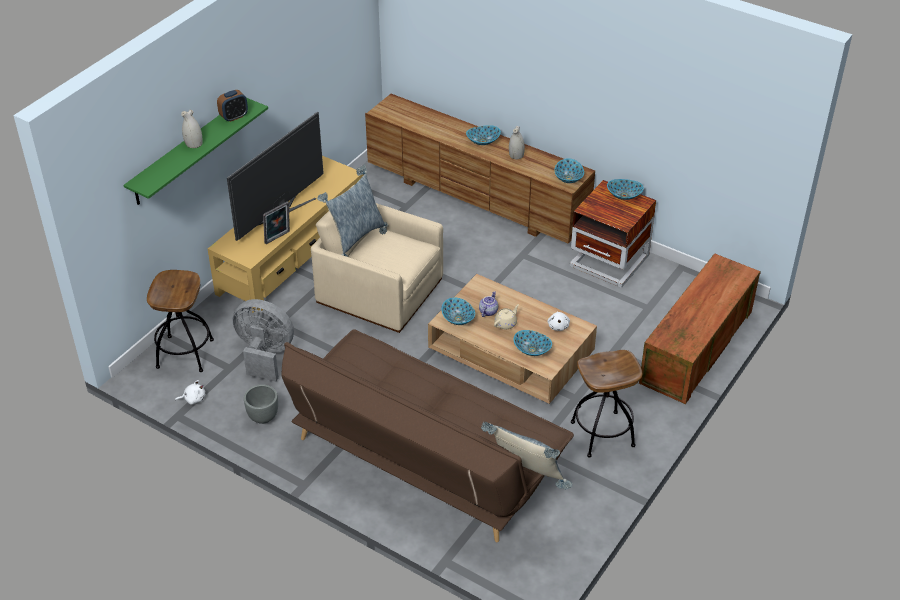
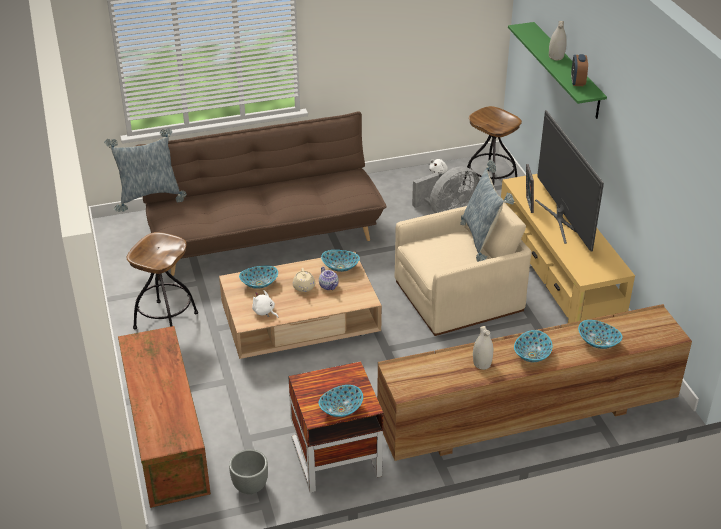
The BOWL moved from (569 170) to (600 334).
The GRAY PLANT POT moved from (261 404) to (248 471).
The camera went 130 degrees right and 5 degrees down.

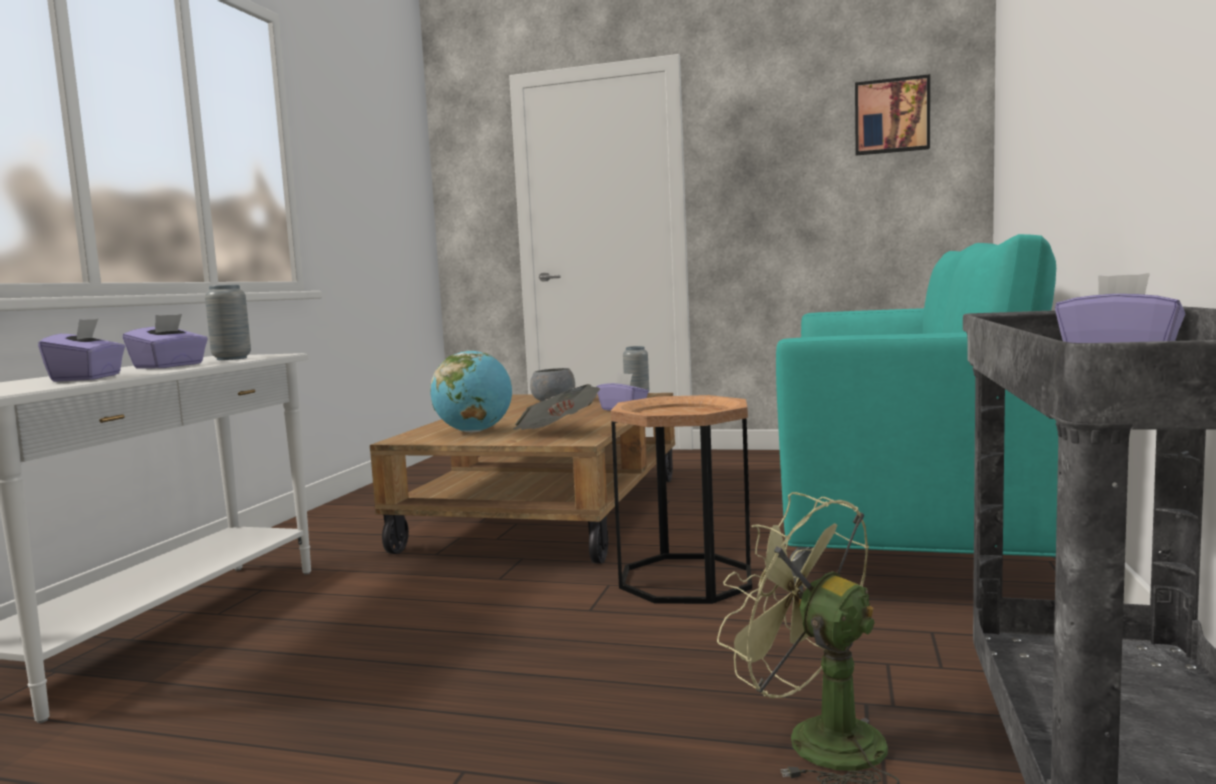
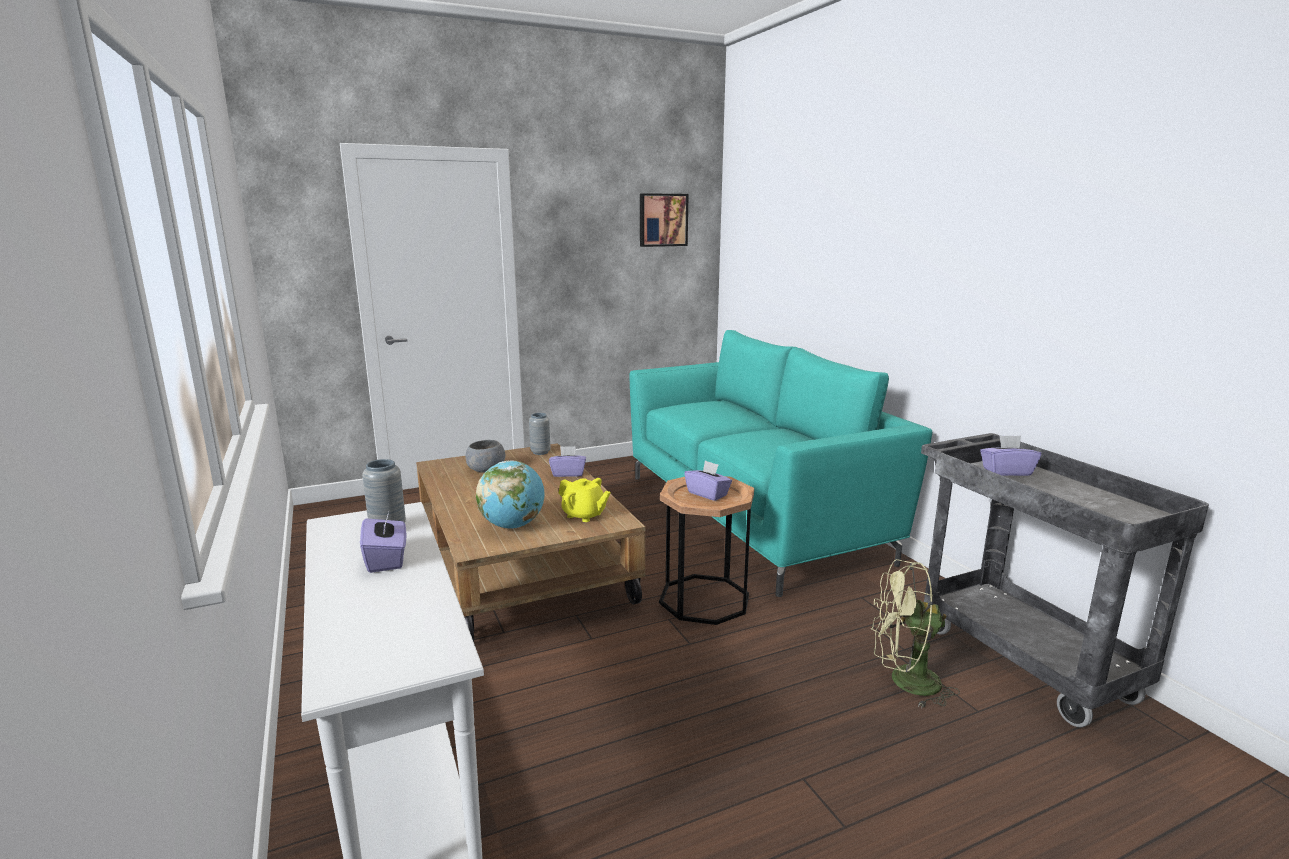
The PURPLE BOX OF TISSUES moved from (81 350) to (708 480).
The PRINTED PAPER at (556 407) was replaced by the YELLOWISH TEA POT at (585 500).
The camera went 40 degrees left and 10 degrees up.

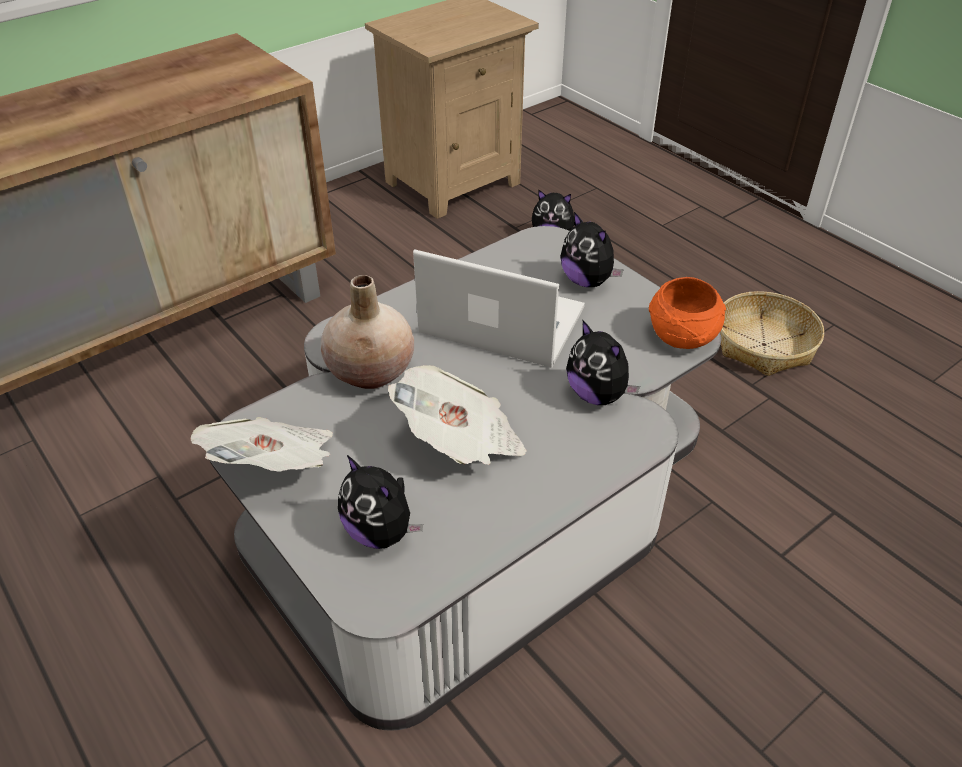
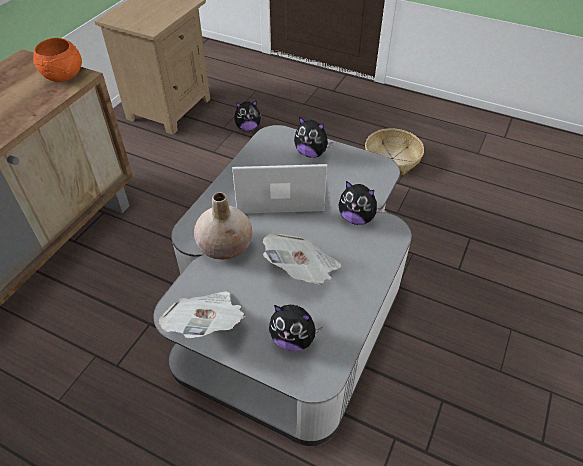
The ORANGE-COLOURED BOWL moved from (687 313) to (57 60).
The camera went 25 degrees left and 5 degrees up.

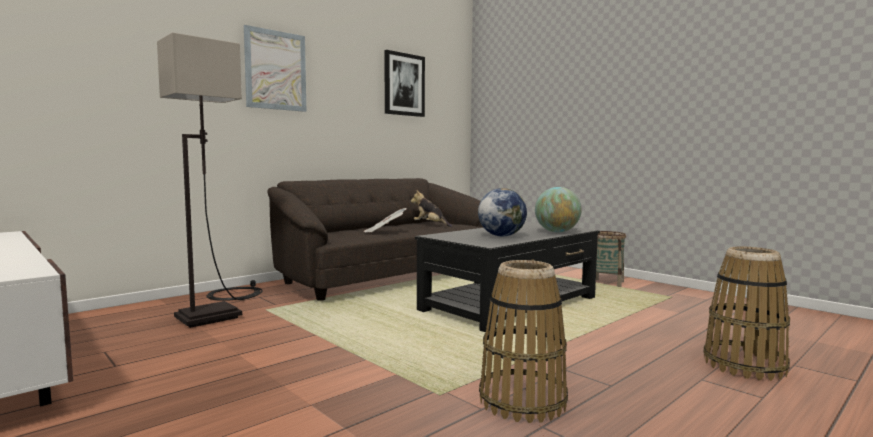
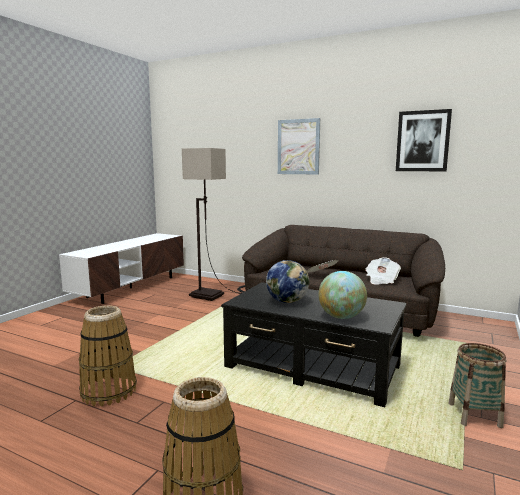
The CUDDLY TOY at (431 209) was replaced by the PRINTED PAPER at (383 271).
The camera went 70 degrees right and 5 degrees up.

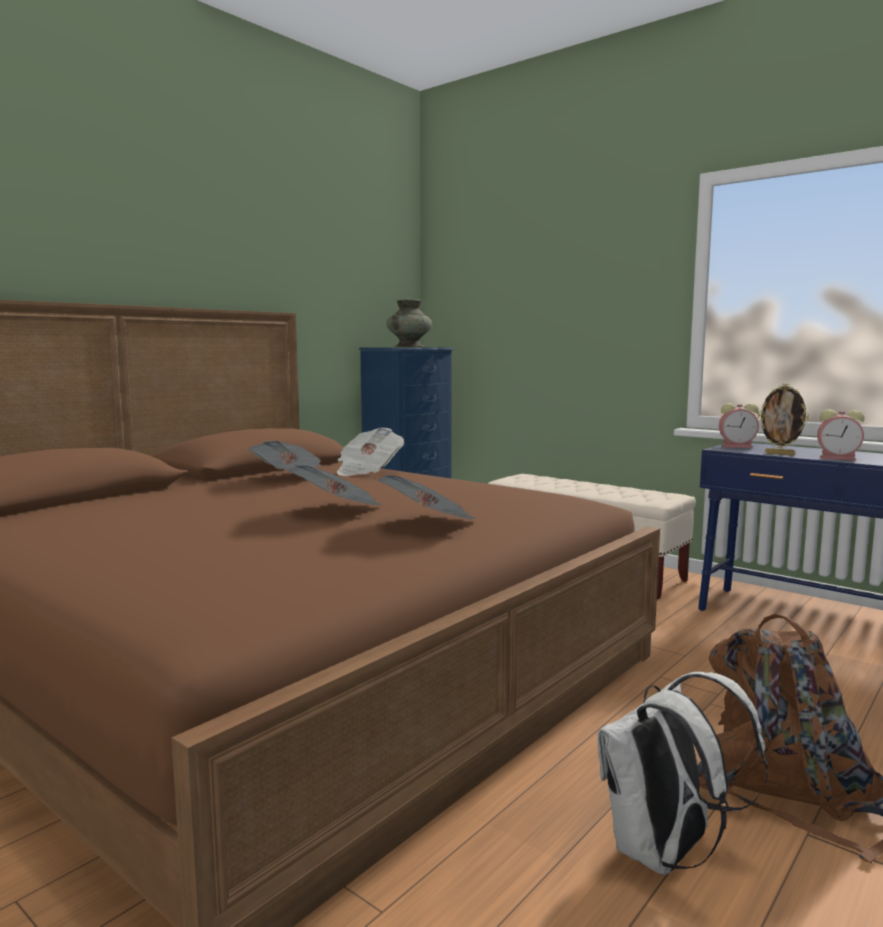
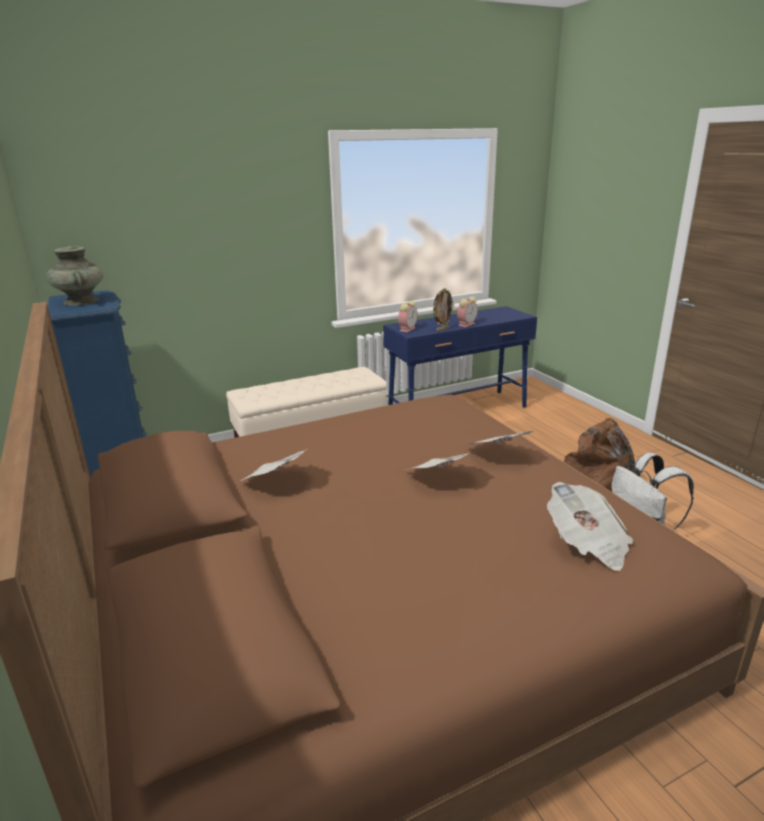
The PRINTED PAPER moved from (370 452) to (590 526).
The camera went 65 degrees left and 15 degrees up.

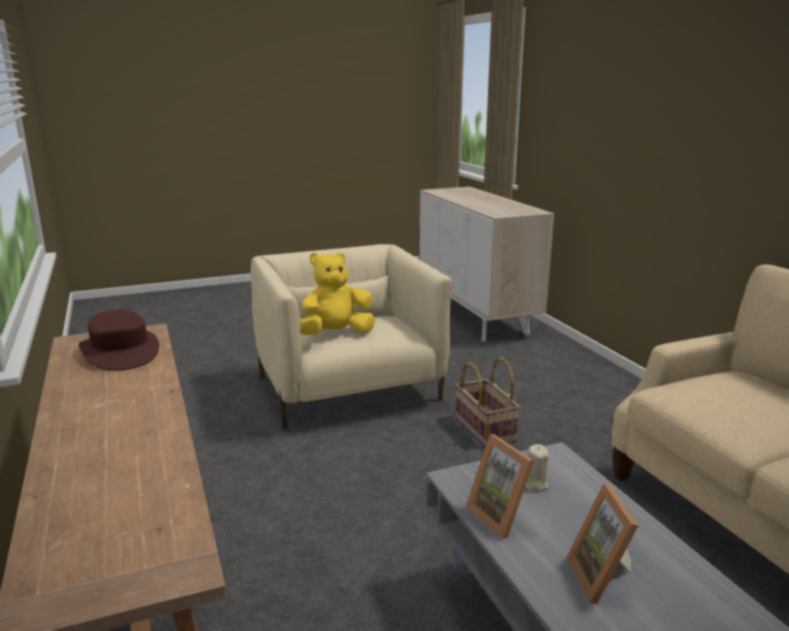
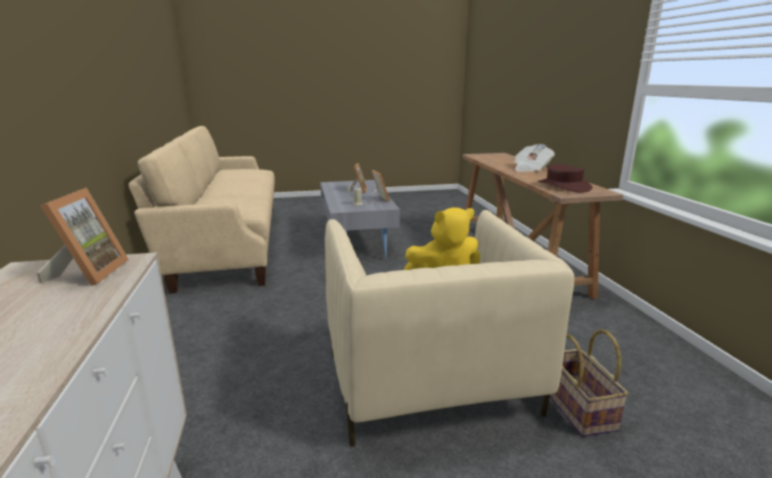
The BASKET moved from (487 402) to (589 383).
The PRINTED PAPER at (534 158) appeared.
The STANDING FRAME at (83 237) appeared.
The camera went 170 degrees left and 0 degrees up.

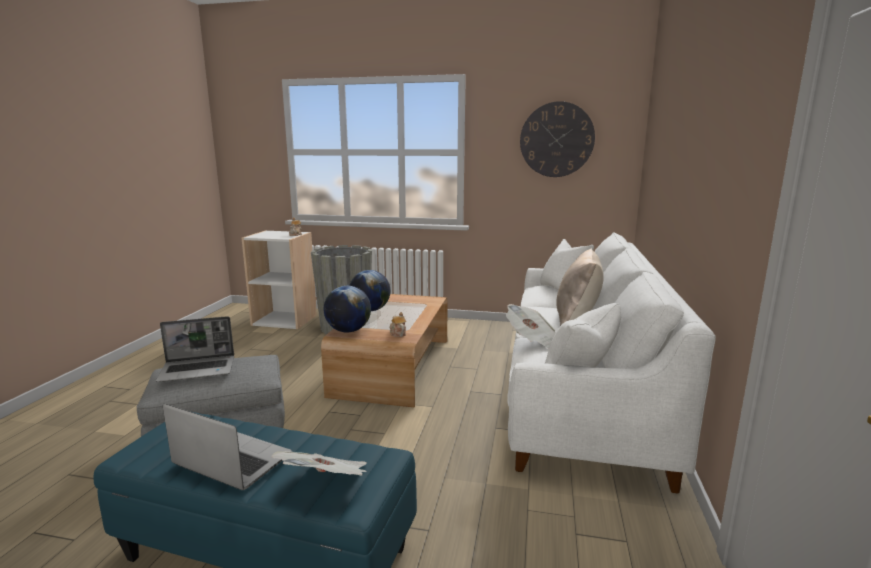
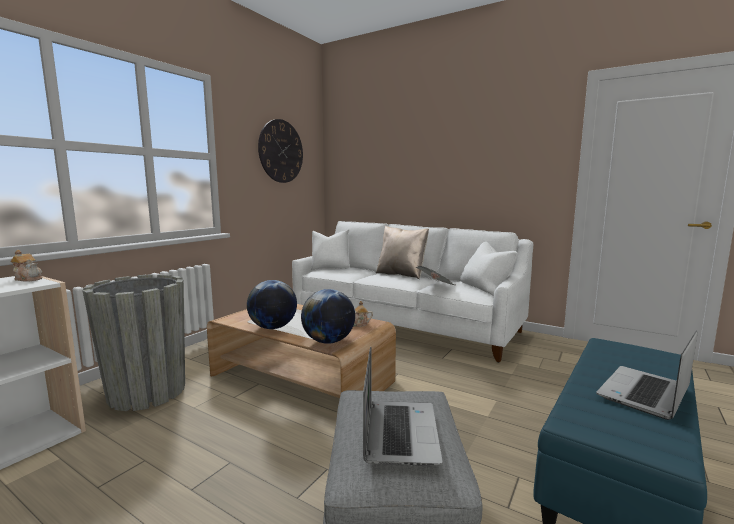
The PRINTED PAPER at (319 463) disappeared.
The camera went 70 degrees left and 5 degrees down.

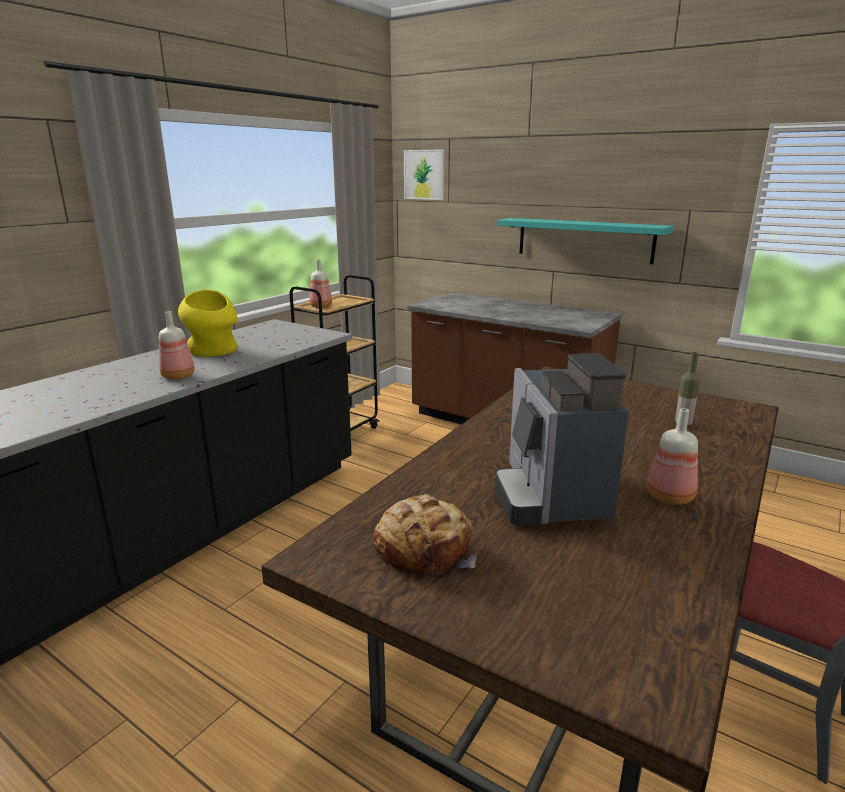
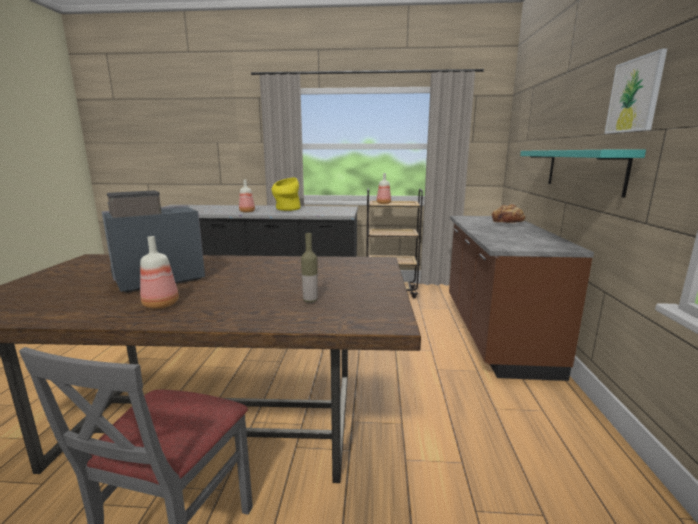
The WALL ART moved from (424 174) to (636 91).
The BAKERY BREAD moved from (425 535) to (508 213).
The camera went 60 degrees right and 5 degrees down.

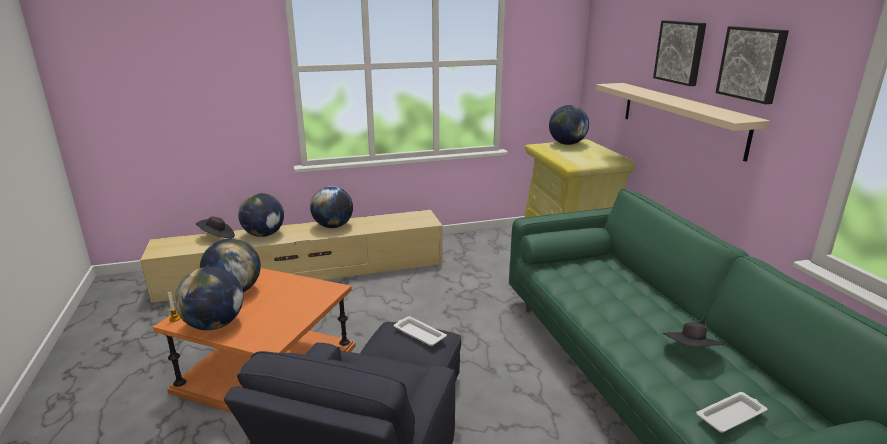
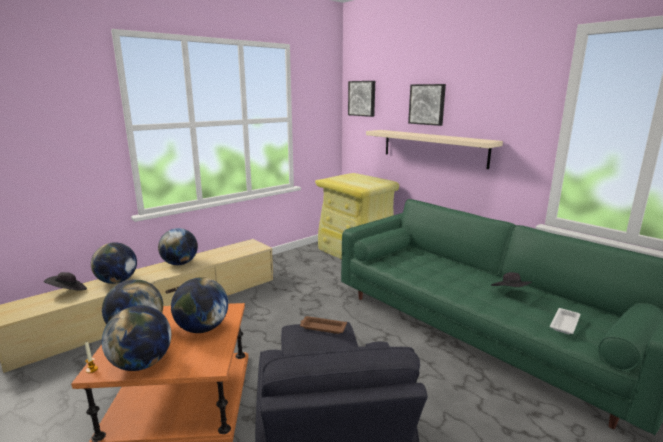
The WALL ART moved from (752 65) to (361 99).
The DESK GLOBE moved from (569 125) to (199 305).
The WHITISH TRAY at (420 331) became the BROWN-COLOURED TRAY at (323 325).
The camera went 25 degrees left and 5 degrees down.

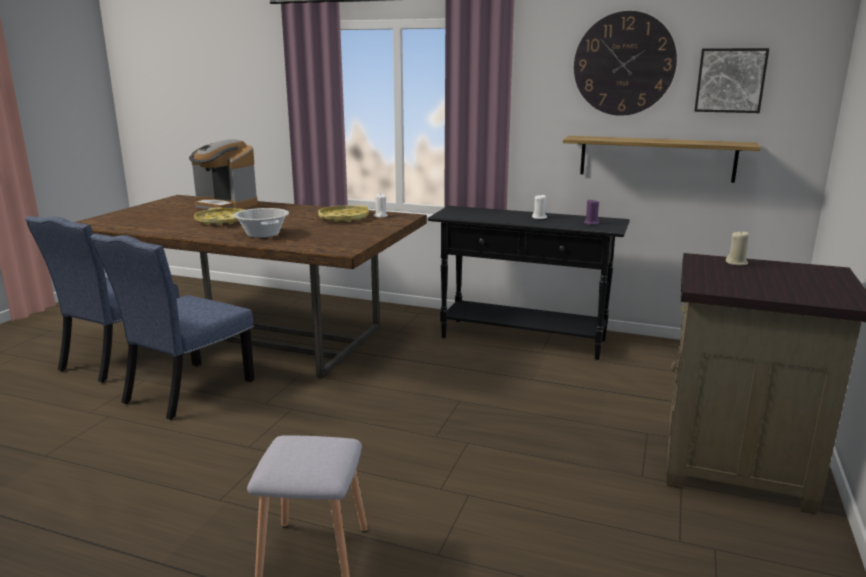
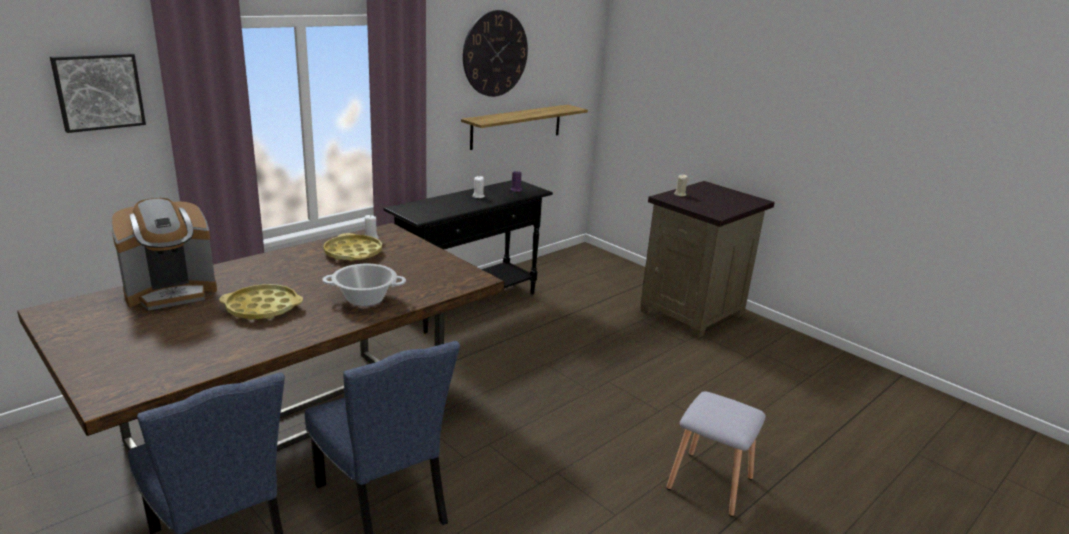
The WALL ART moved from (731 80) to (98 93).
The camera went 65 degrees left and 5 degrees up.

